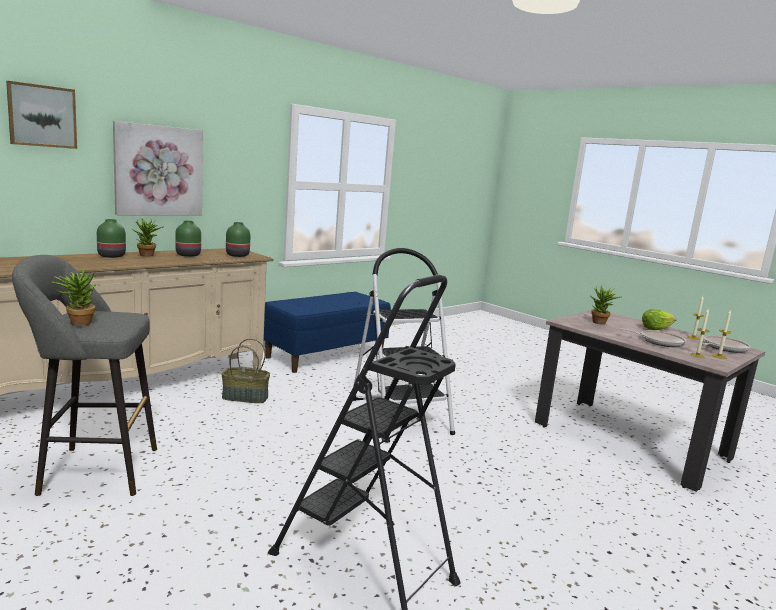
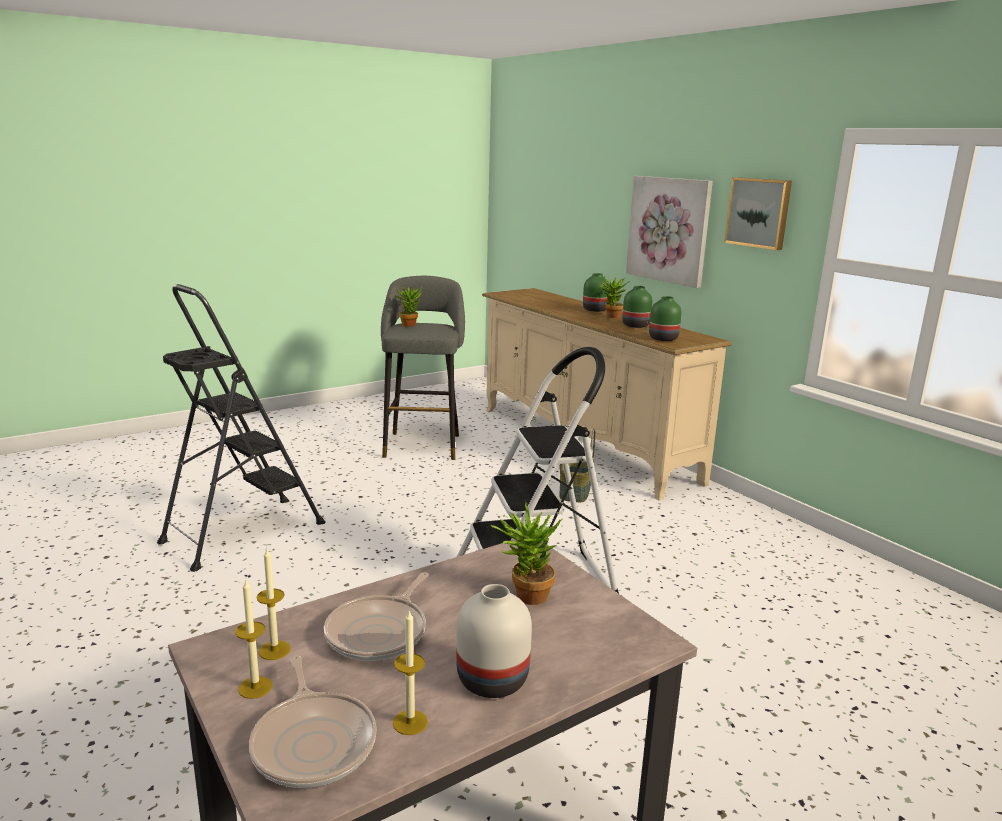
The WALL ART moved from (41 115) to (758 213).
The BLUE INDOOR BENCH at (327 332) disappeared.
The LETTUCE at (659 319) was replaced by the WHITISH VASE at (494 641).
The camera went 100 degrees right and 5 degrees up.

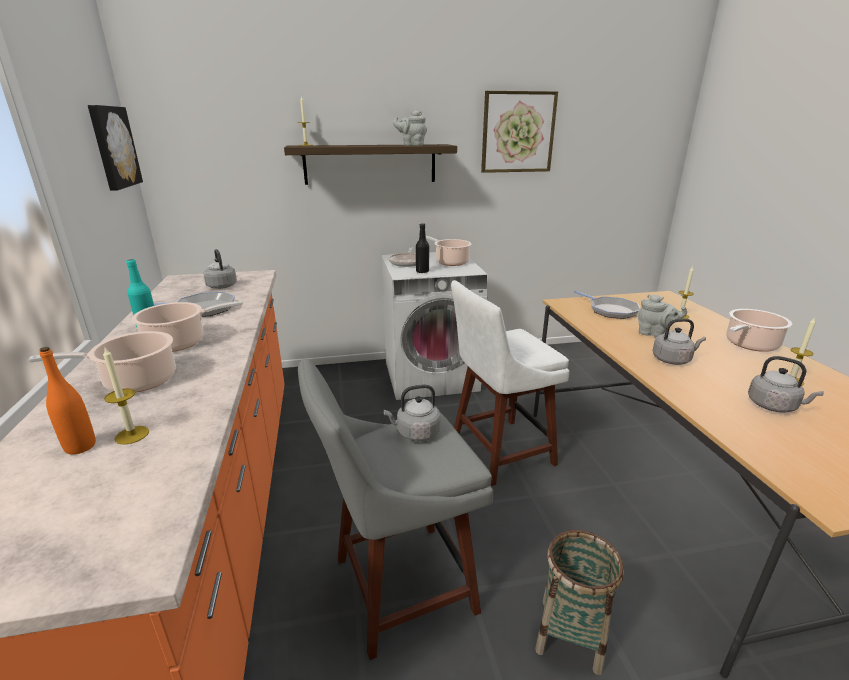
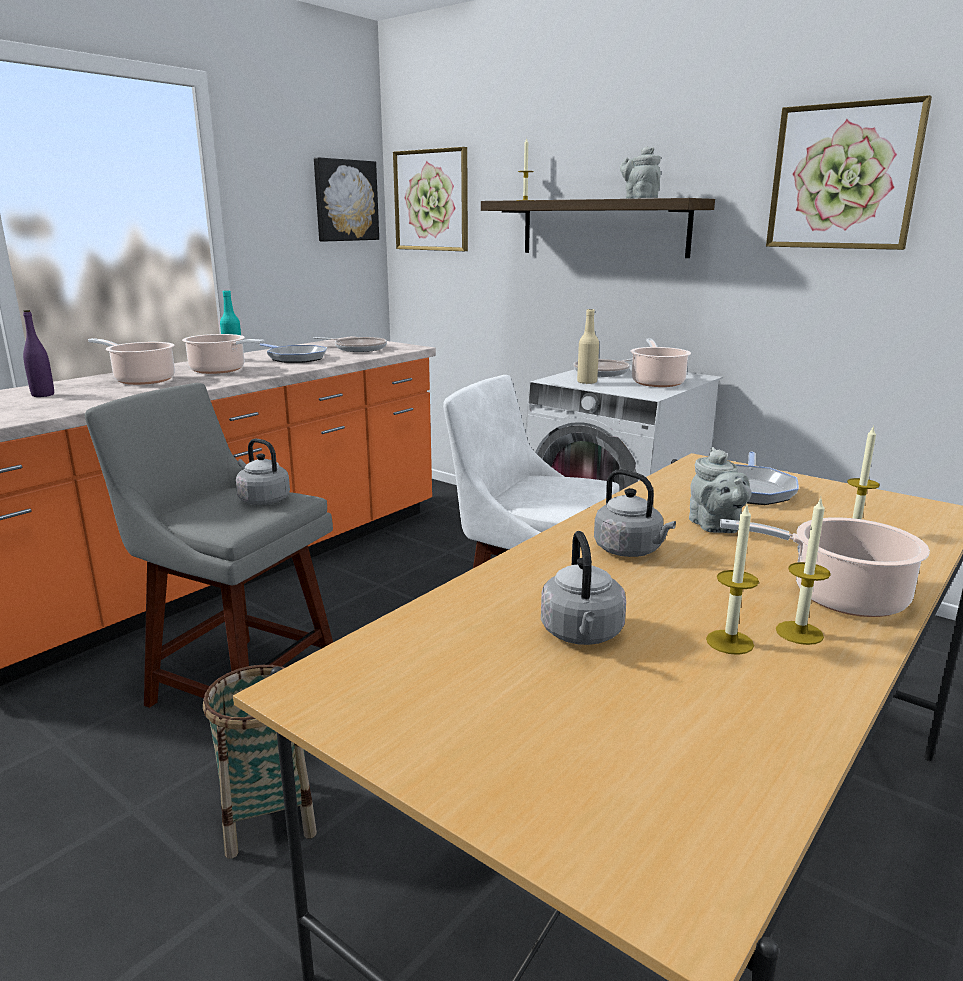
The BLACK BEVERAGE BOTTLE at (422 248) became the BEIGE BEVERAGE BOTTLE at (588 346).
The GRAY WATER KETTLE at (220 269) was replaced by the PAN at (350 344).
The WAX CANDLE moved from (126 395) to (803 571).
The ORANGE-COLOURED BEVERAGE BOTTLE at (68 401) became the PURPLE BEVERAGE BOTTLE at (38 353).
The WALL ART at (430 199) appeared.
The camera went 50 degrees right and 5 degrees down.

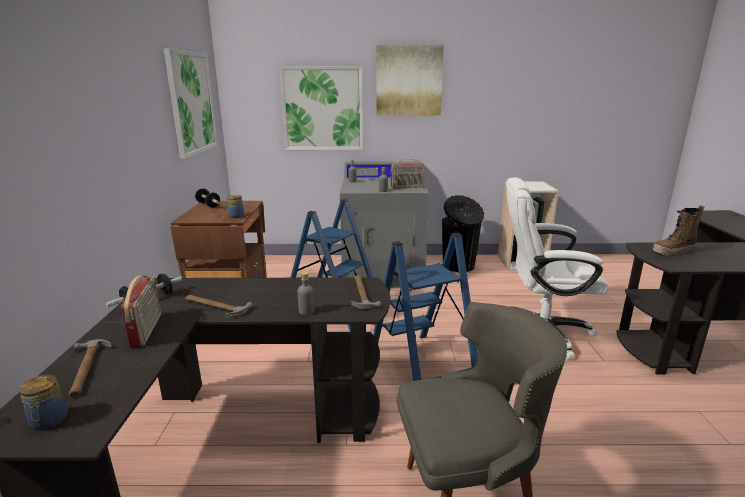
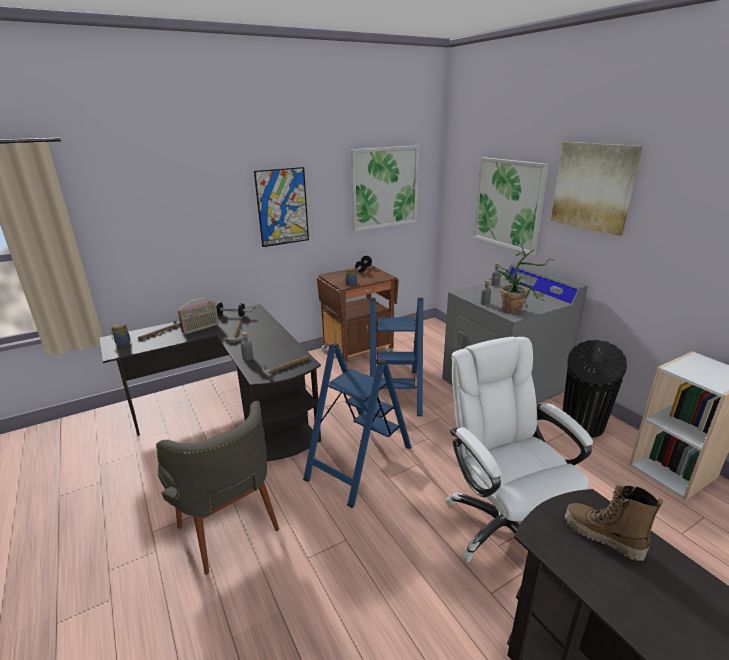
The RADIO RECEIVER at (408 174) was replaced by the HOUSEPLANT at (521 277).
The WALL ART at (281 207) appeared.
The camera went 60 degrees right and 5 degrees up.

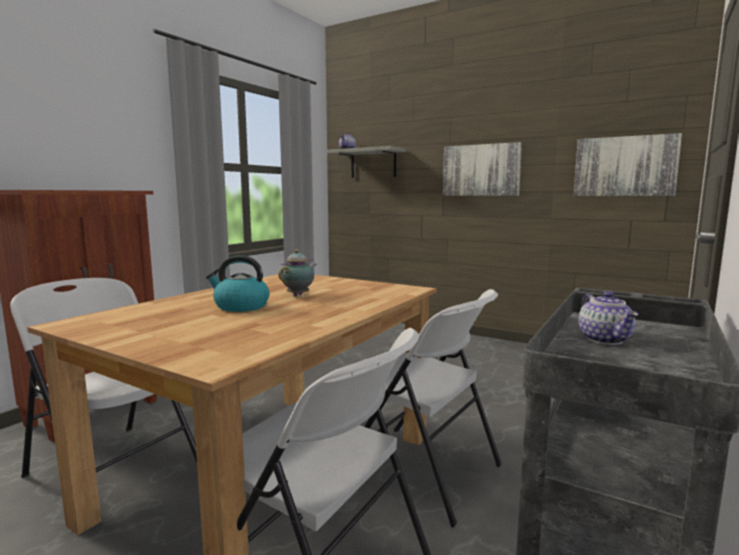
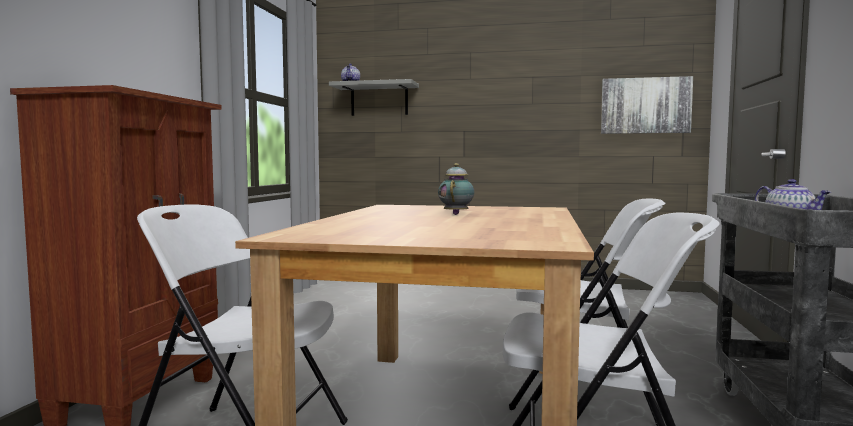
The WALL ART at (482 169) disappeared.
The WATER KETTLE at (238 283) disappeared.
The camera went 20 degrees left and 5 degrees down.

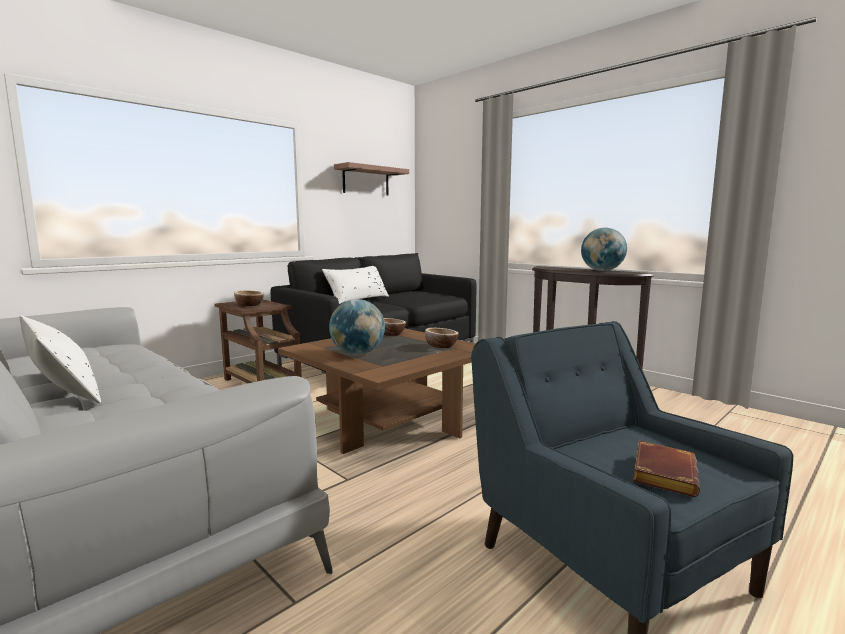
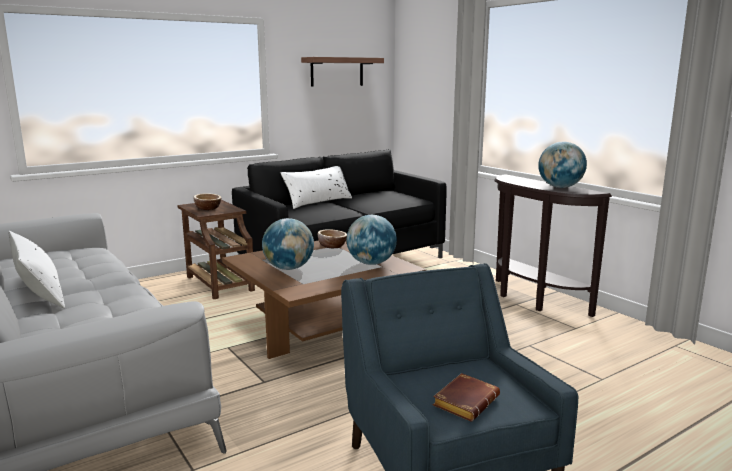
The BOWL at (442 338) was replaced by the DESK GLOBE at (372 240).
The camera went 10 degrees right and 5 degrees up.

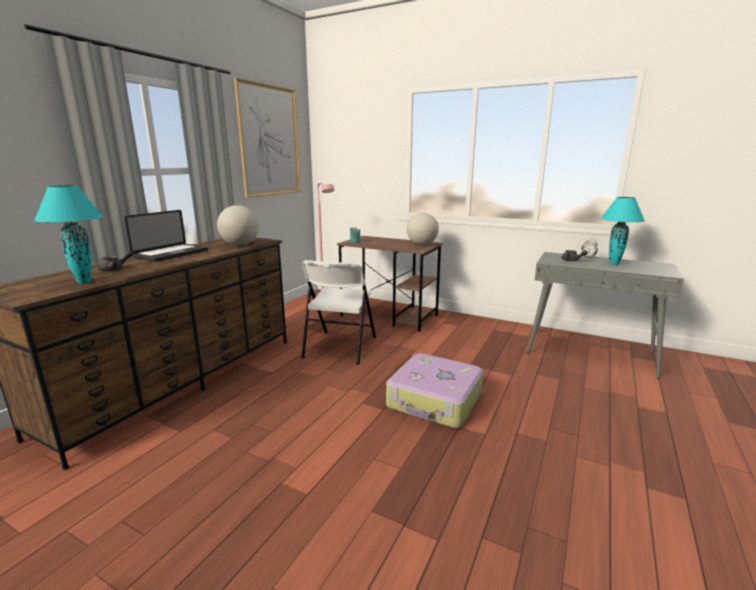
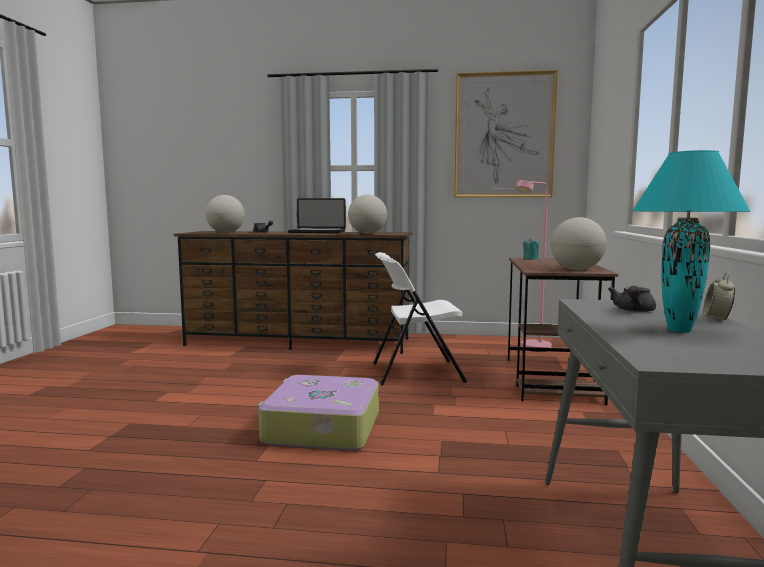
The BLUE-GREEN TABLETOP LAMP at (68 234) was replaced by the DESK GLOBE at (225 214).
The camera went 70 degrees right and 10 degrees down.

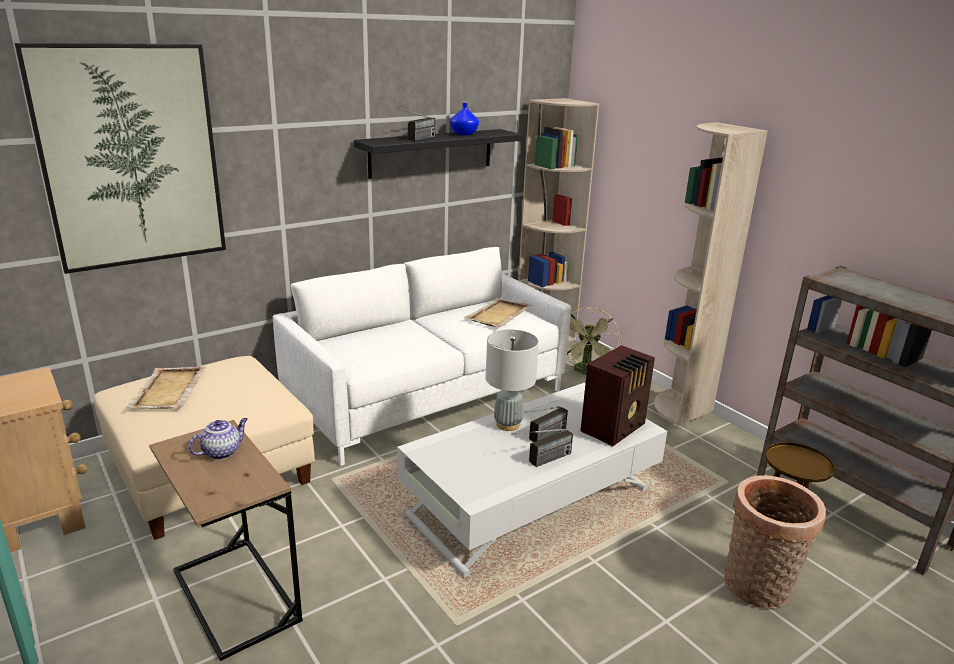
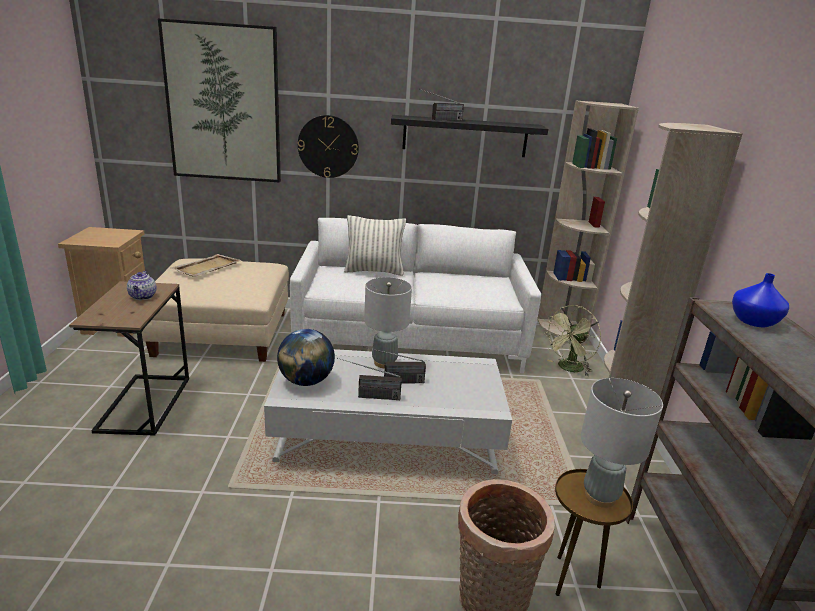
The BLUE VASE moved from (464 119) to (760 300).
The BEIGE TRAY at (498 312) disappeared.
The RADIO RECEIVER at (617 396) disappeared.
The TEA POT at (218 439) turned 90 degrees clockwise.
The HANGING CLOCK at (328 146) appeared.
The THROW PILLOW at (375 245) appeared.
The DESK GLOBE at (306 357) appeared.
The GRAY TABLETOP LAMP at (622 443) appeared.
The camera went 35 degrees right and 0 degrees up.

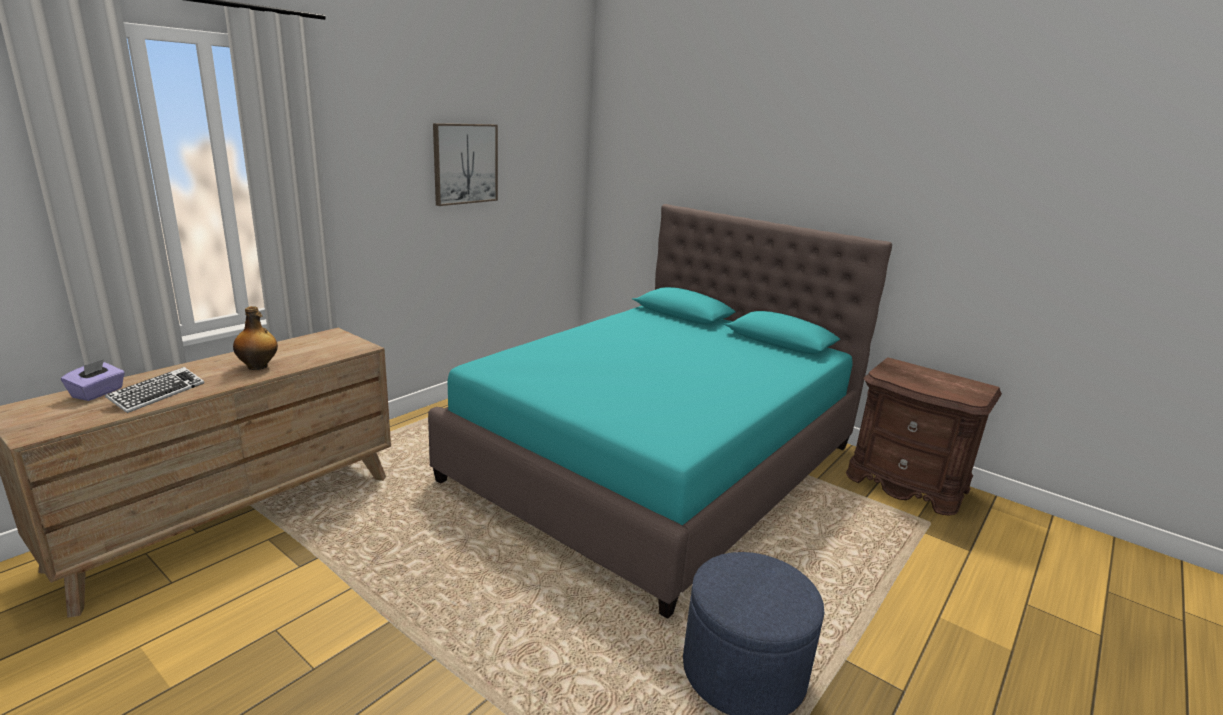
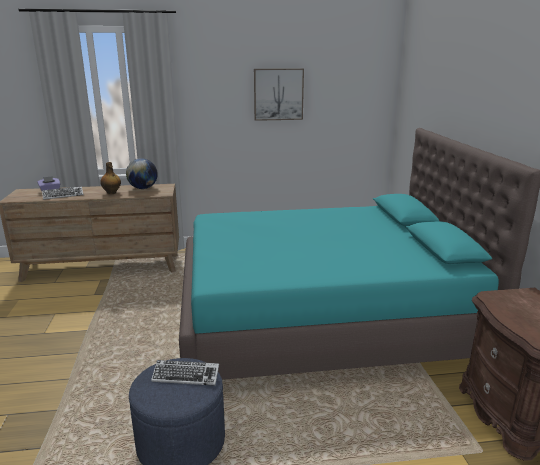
The DESK GLOBE at (142 173) appeared.
The COMPUTER KEYBOARD at (185 373) appeared.
The camera went 45 degrees right and 0 degrees up.

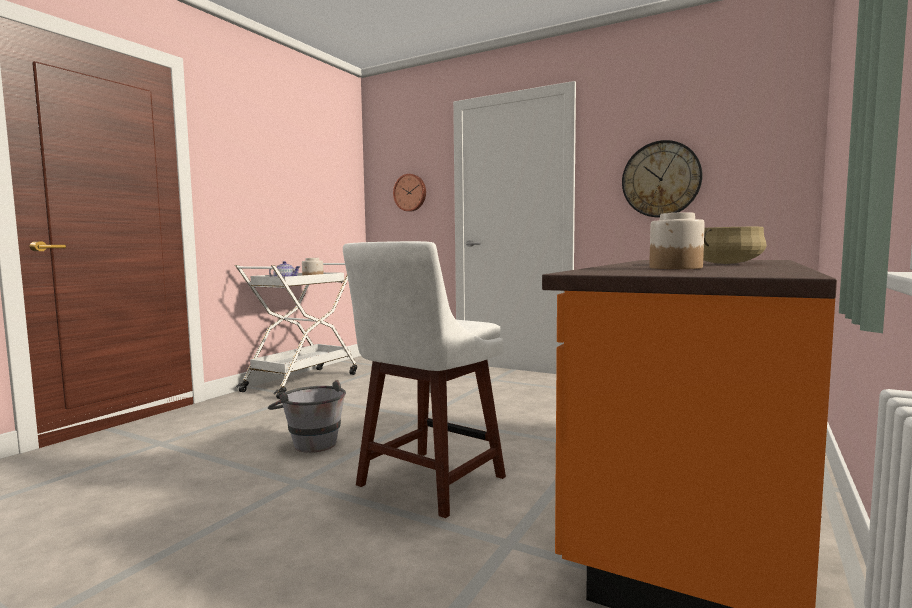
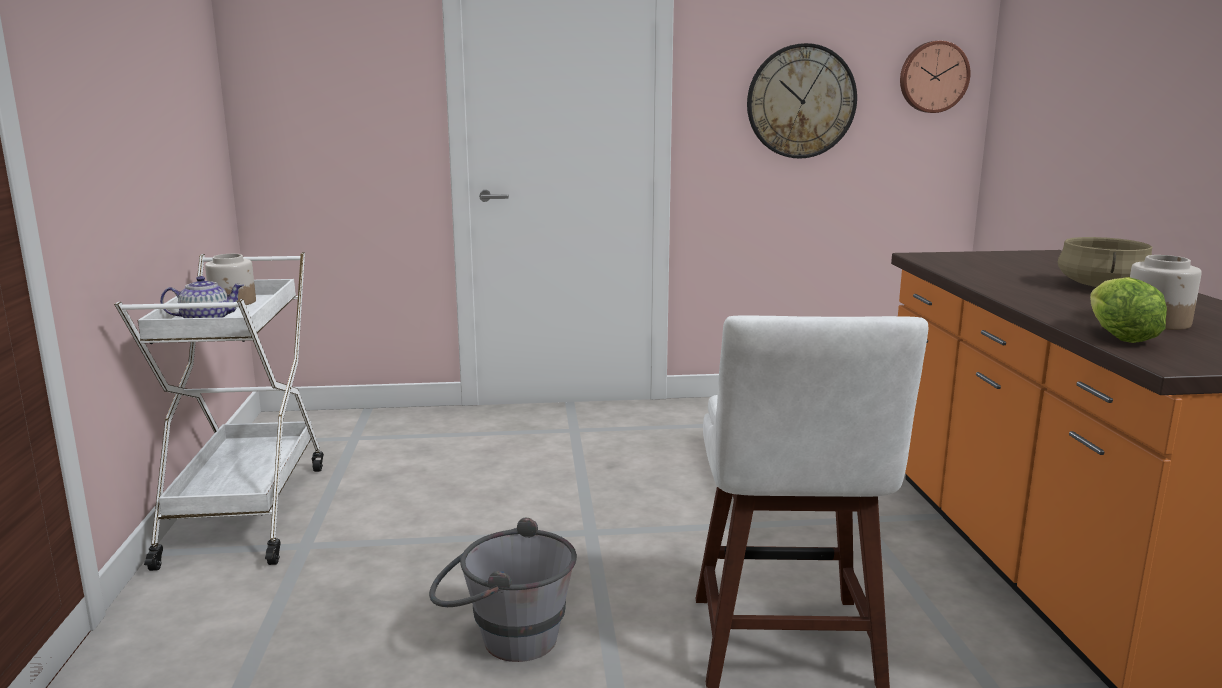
The HANGING CLOCK moved from (409 193) to (935 77).
The LETTUCE at (1128 310) appeared.
The camera went 35 degrees left and 10 degrees up.

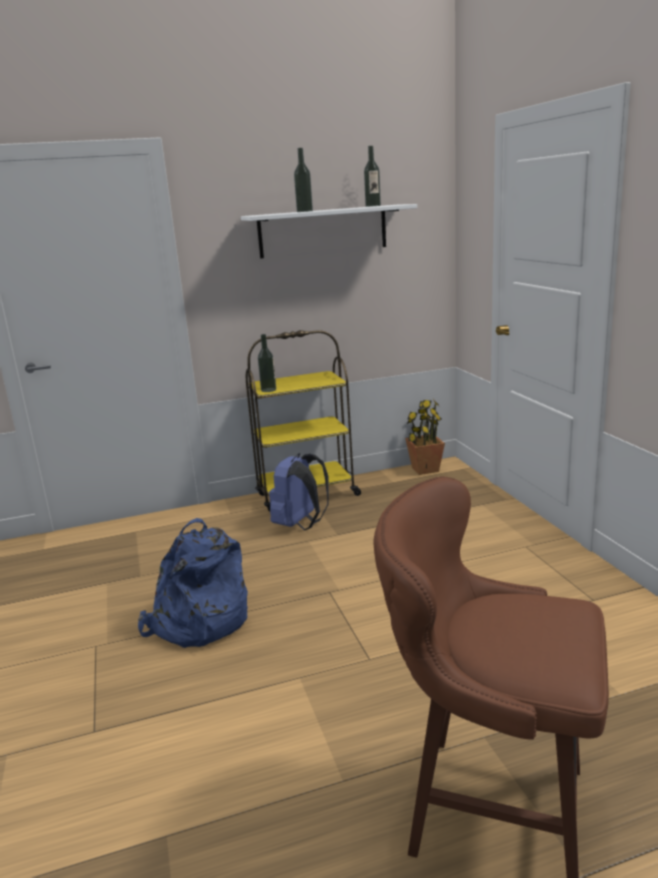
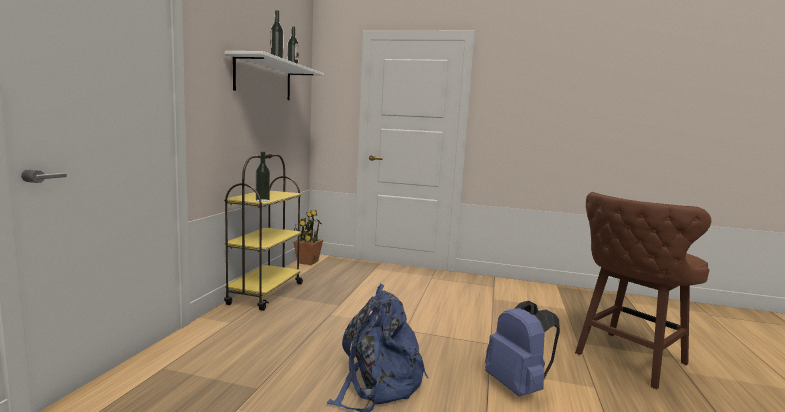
The BLUE KNAPSACK moved from (299 491) to (522 348).
The camera went 60 degrees left and 10 degrees down.

